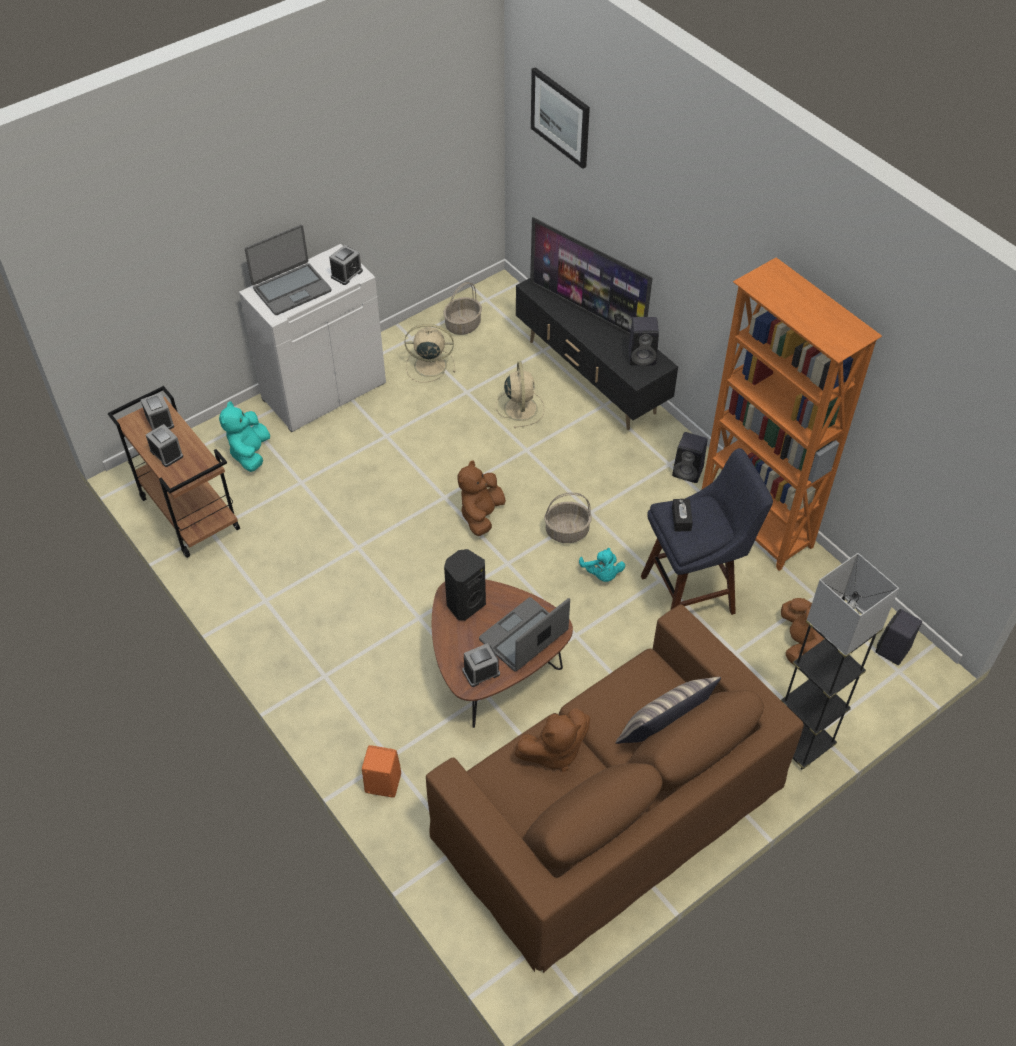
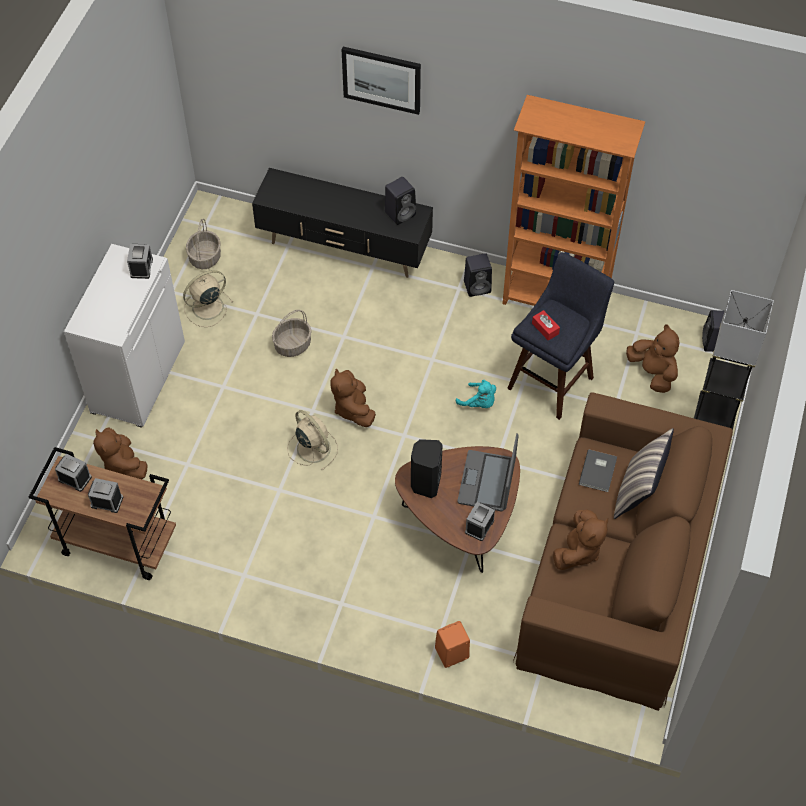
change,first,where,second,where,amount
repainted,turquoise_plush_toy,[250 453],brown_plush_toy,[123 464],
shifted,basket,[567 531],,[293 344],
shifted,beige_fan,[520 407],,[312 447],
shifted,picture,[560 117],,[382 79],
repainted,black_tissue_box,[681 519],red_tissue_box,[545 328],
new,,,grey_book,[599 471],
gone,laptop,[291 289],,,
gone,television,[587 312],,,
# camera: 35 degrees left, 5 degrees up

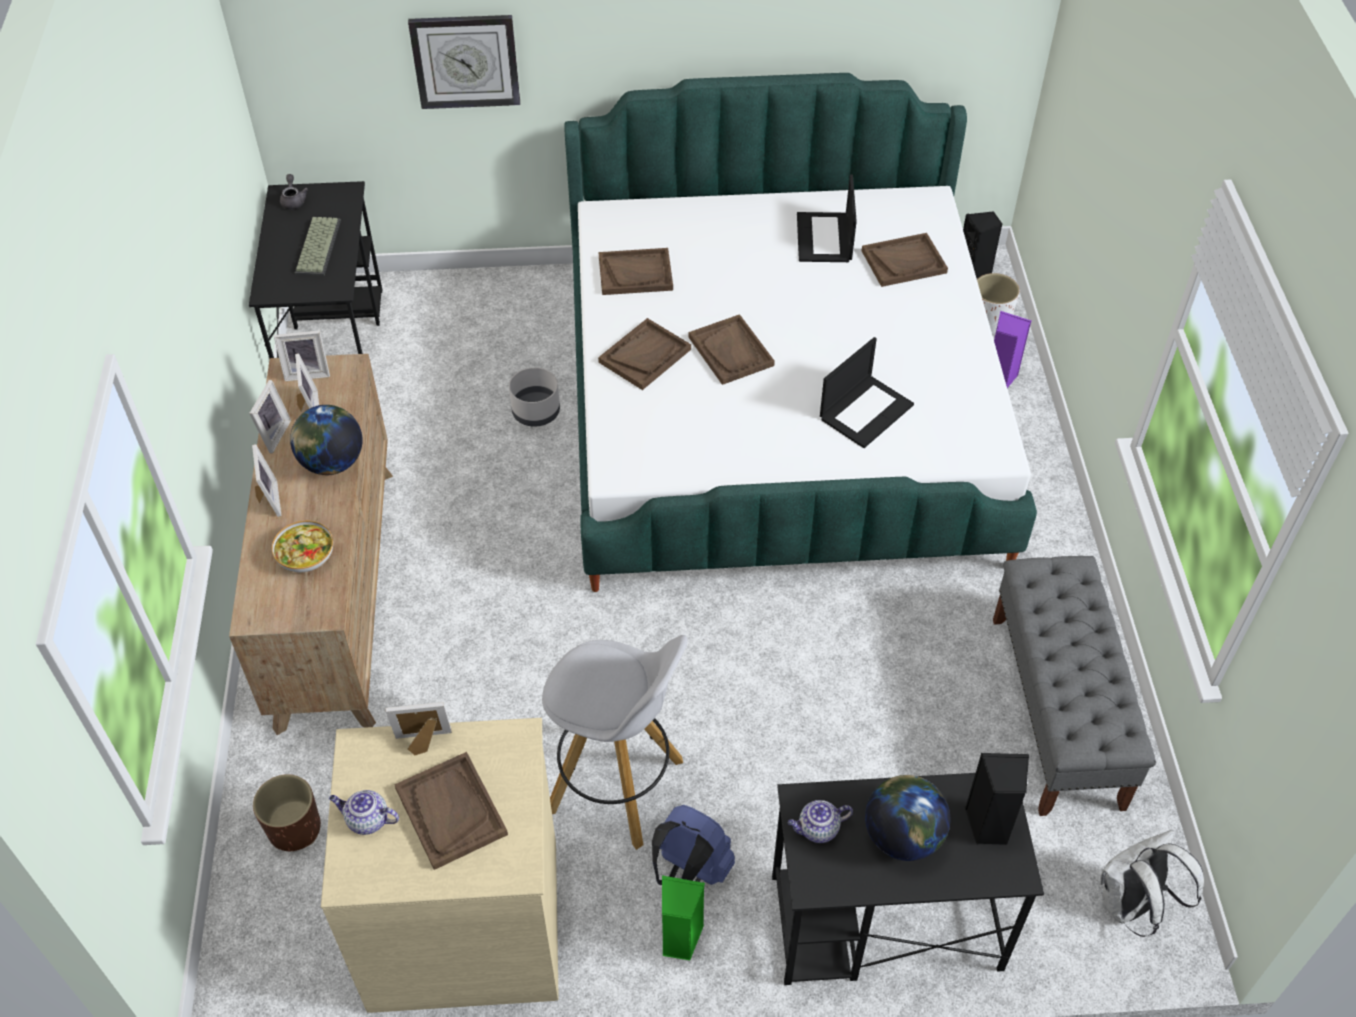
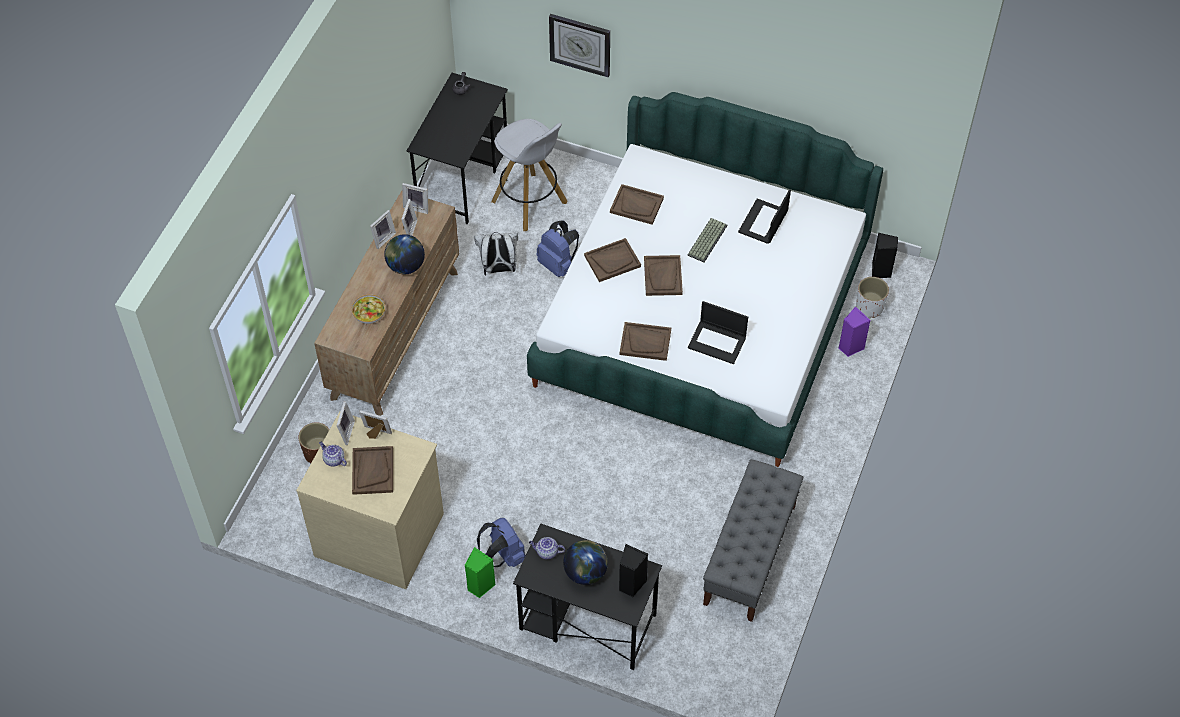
change,first,where,second,where,amount
shifted,picture_frame,[268 500],,[344 432],
shifted,white_backpack,[1131 905],,[498 268],
shifted,white_stool,[618 786],,[530 203],
swapped,grey_planter,[536 411],blue_backpack,[558 264],
shifted,brown_tray,[904 261],,[645 342],
shifted,keyboard,[317 246],,[706 239],
rotated,laptop,[866 411],,[717 342],45 degrees clockwise
# camera: 25 degrees right, 5 degrees up

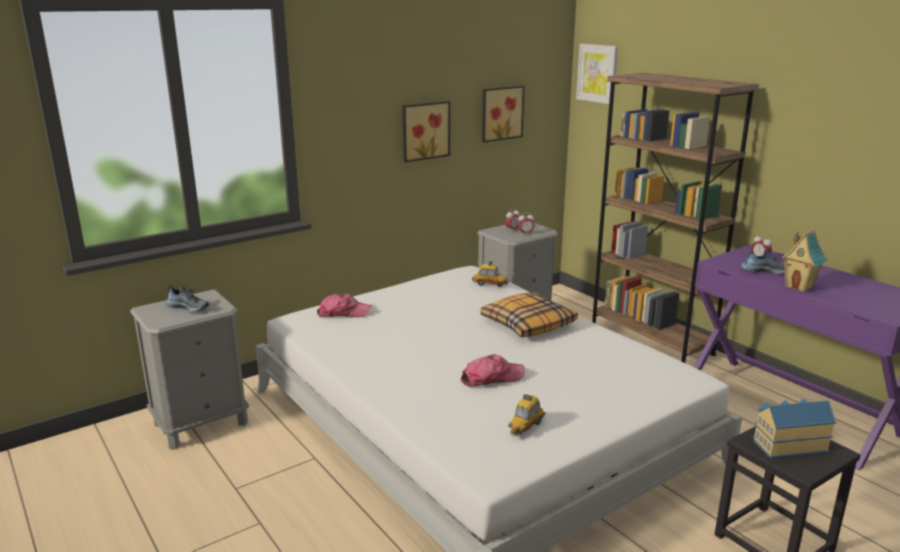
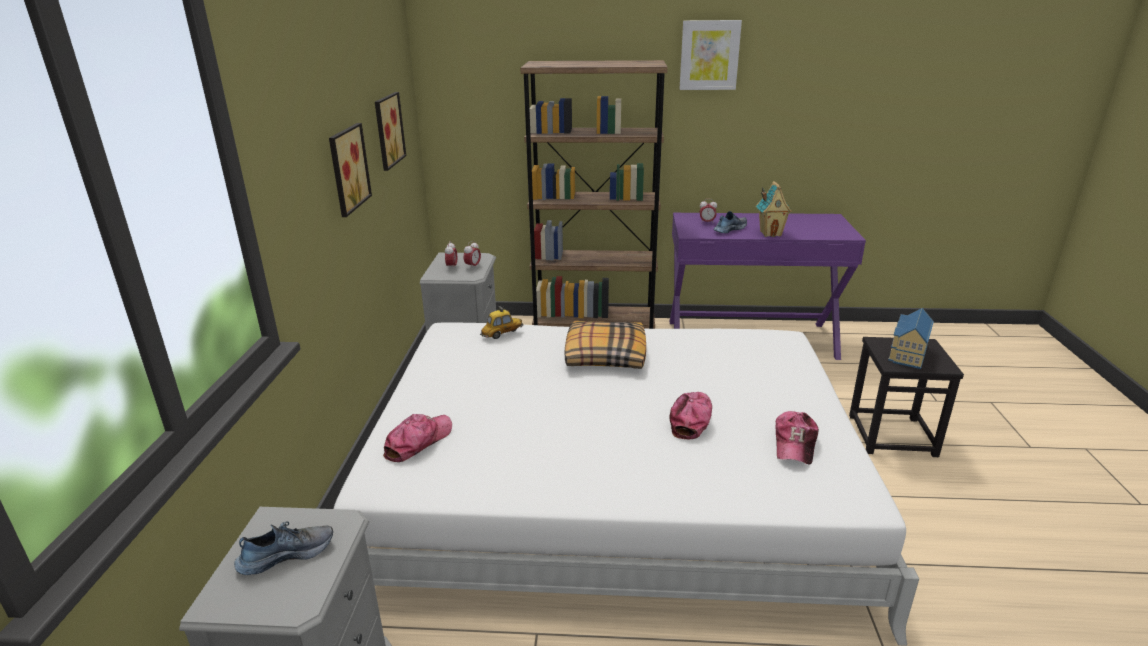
change,first,where,second,where,amount
shifted,picture,[597 73],,[709 55],
swapped,toy_car,[526 427],cap,[795 444],
# camera: 50 degrees left, 5 degrees up

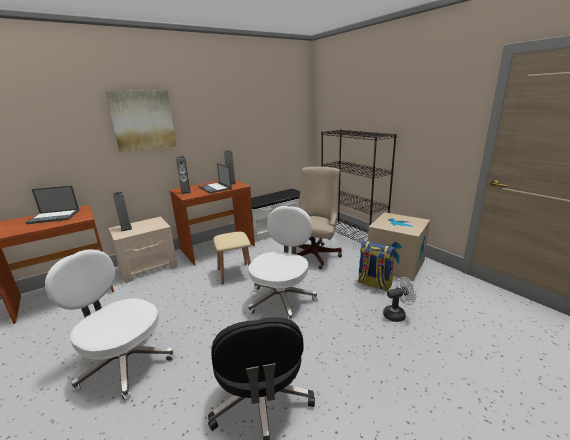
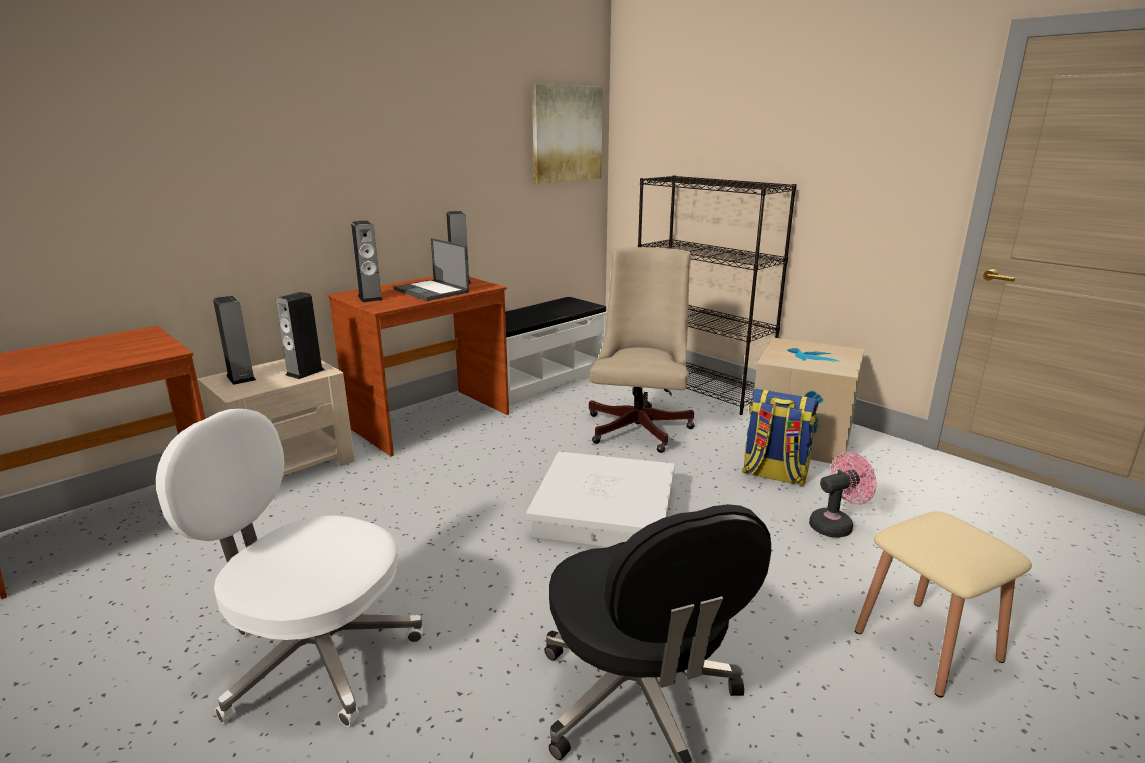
change,first,where,second,where,amount
new,,,speaker,[305 372],
swapped,white_office_chair,[282 299],white_storage_box,[605 511],
shifted,picture,[143 120],,[566 134],
repainted,white_fan,[397 314],pink_fan,[835 525],
shifted,beige_stool,[235 273],,[927 645],
gone,laptop,[55 216],,,
# camera: 10 degrees left, 0 degrees up

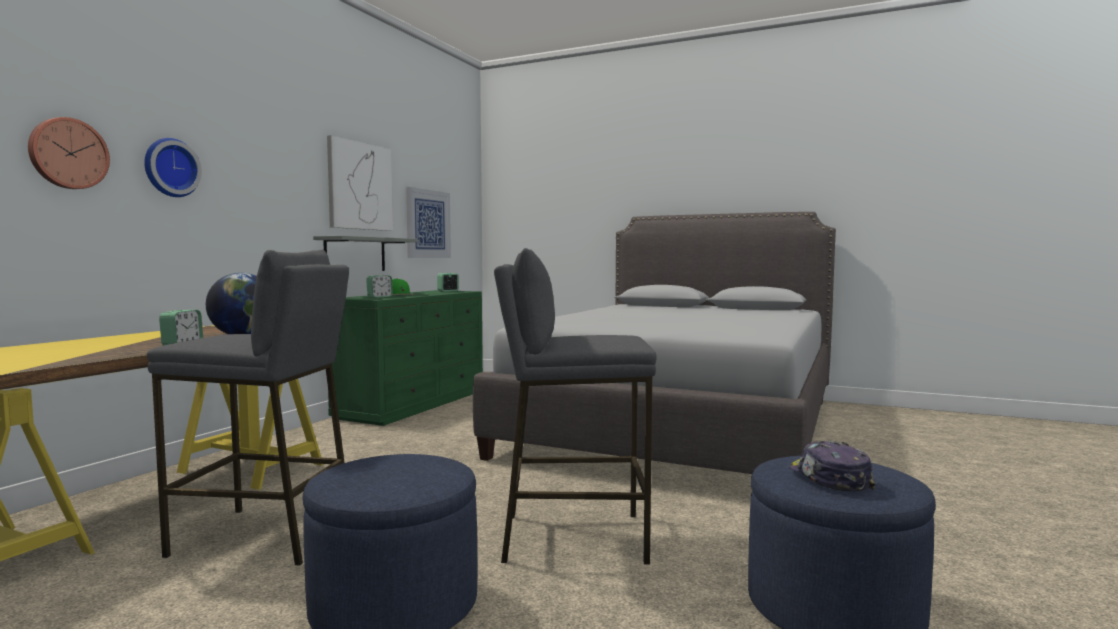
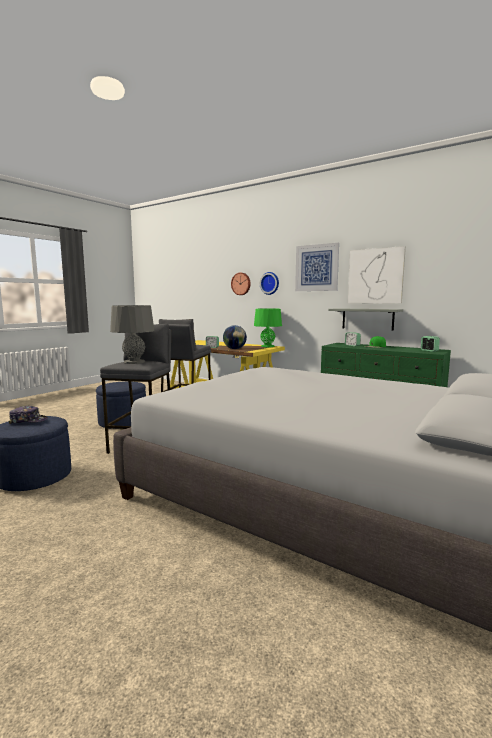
change,first,where,second,where,amount
new,,,grey_table_lamp,[134 362],
new,,,green_table_lamp,[267 346],
shifted,picture,[428 224],,[316 268],
# camera: 100 degrees right, 5 degrees up

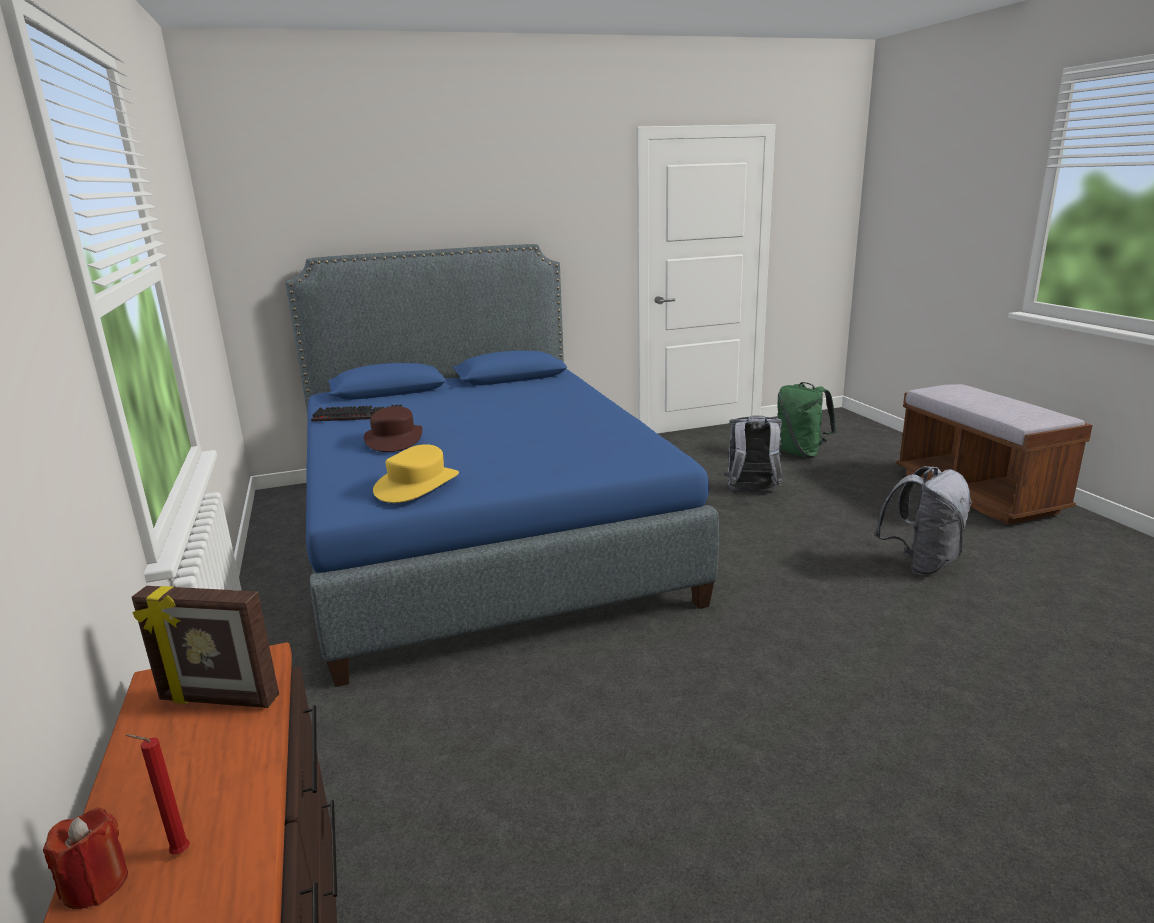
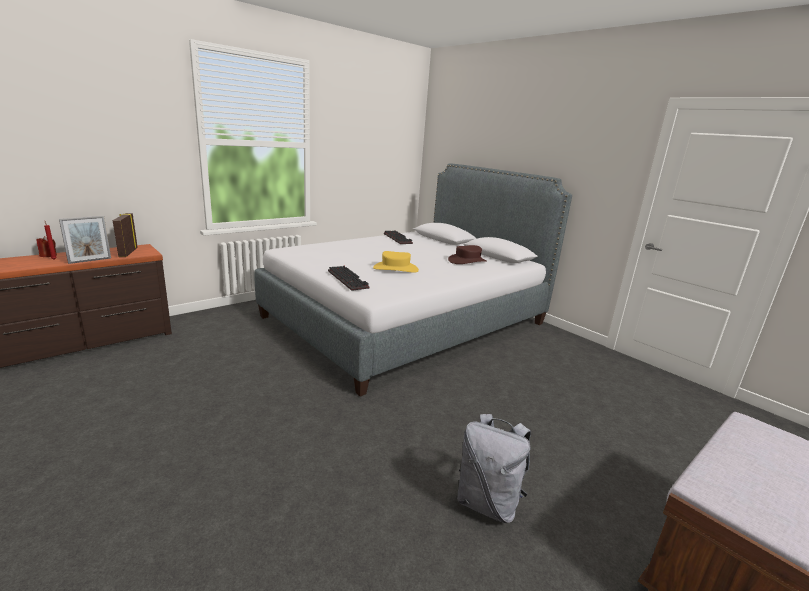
change,first,where,second,where,amount
new,,,picture_frame,[90 260],
repainted,blue_bed,[480 533],grey_bed,[407 320],
new,,,keyboard,[349 279],
shifted,yellow_hat,[417 485],,[395 269],
shifted,brown_hat,[394 439],,[467 261],
gone,grey_backpack,[752 493],,,
gone,green_backpack,[801 453],,,
# camera: 65 degrees right, 0 degrees up

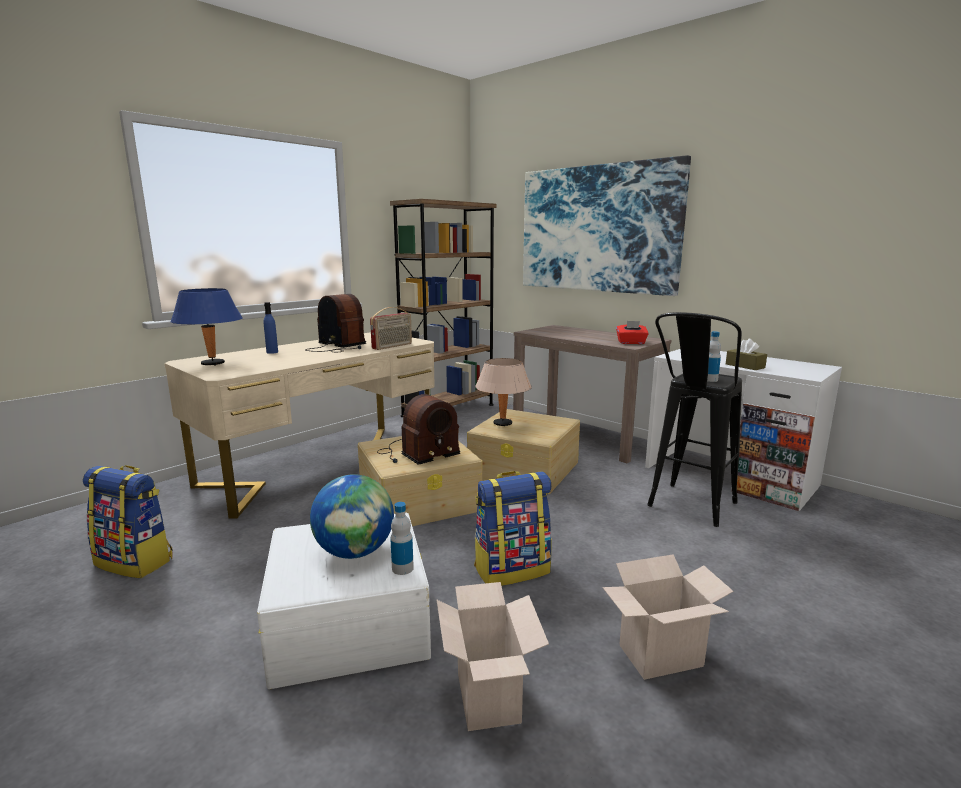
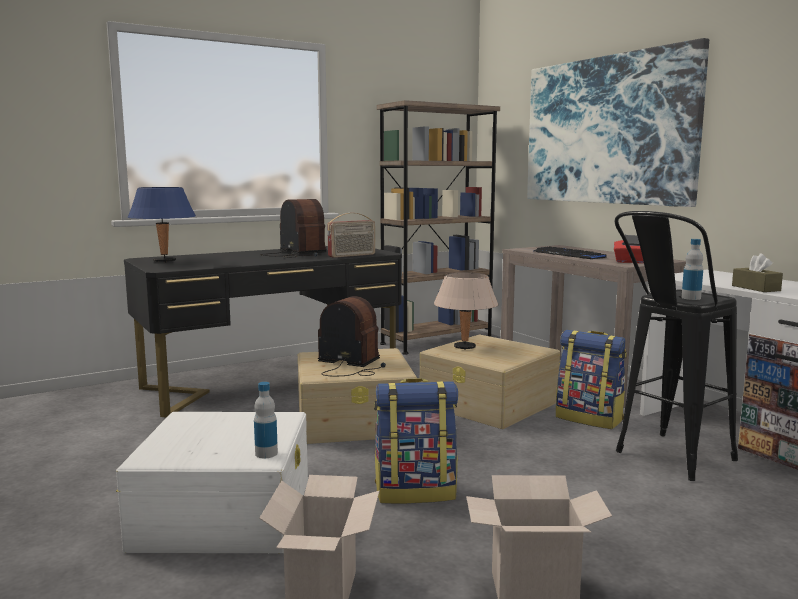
change,first,where,second,where,amount
repainted,beige_desk,[321 466],black_desk,[272 381],
rotated,radio,[417 453],,[351 366],135 degrees counterclockwise
new,,,keyboard,[568 254],
shifted,backpack,[136 561],,[590 418],
gone,blue_bottle,[272 352],,,
gone,globe,[355 552],,,
# camera: 15 degrees right, 5 degrees down

